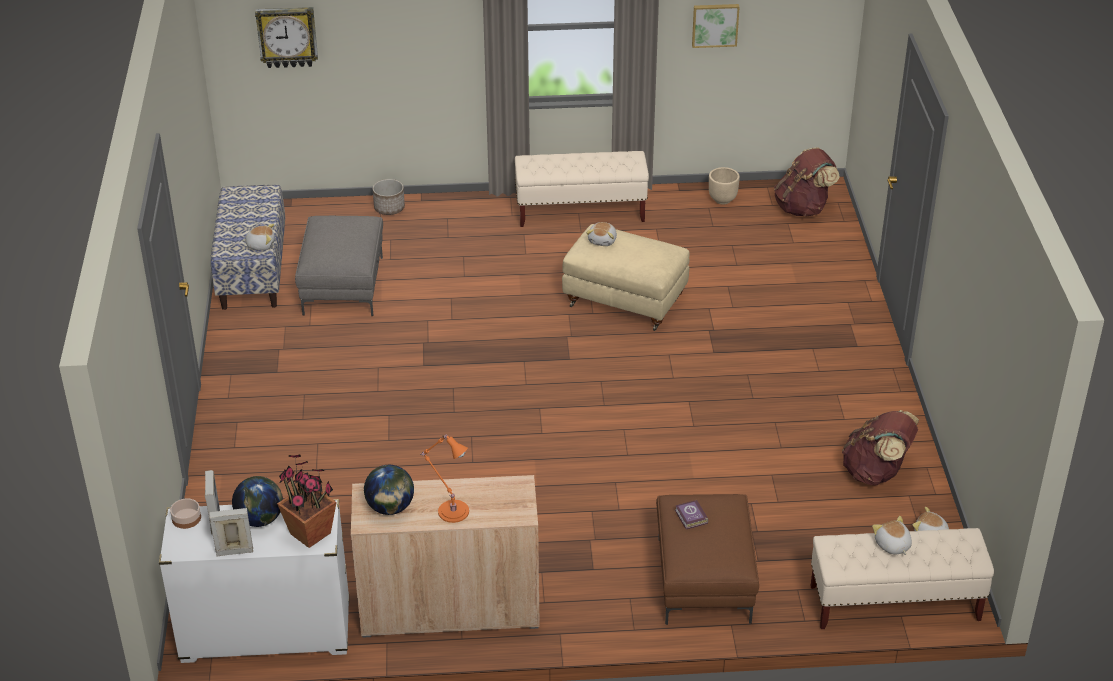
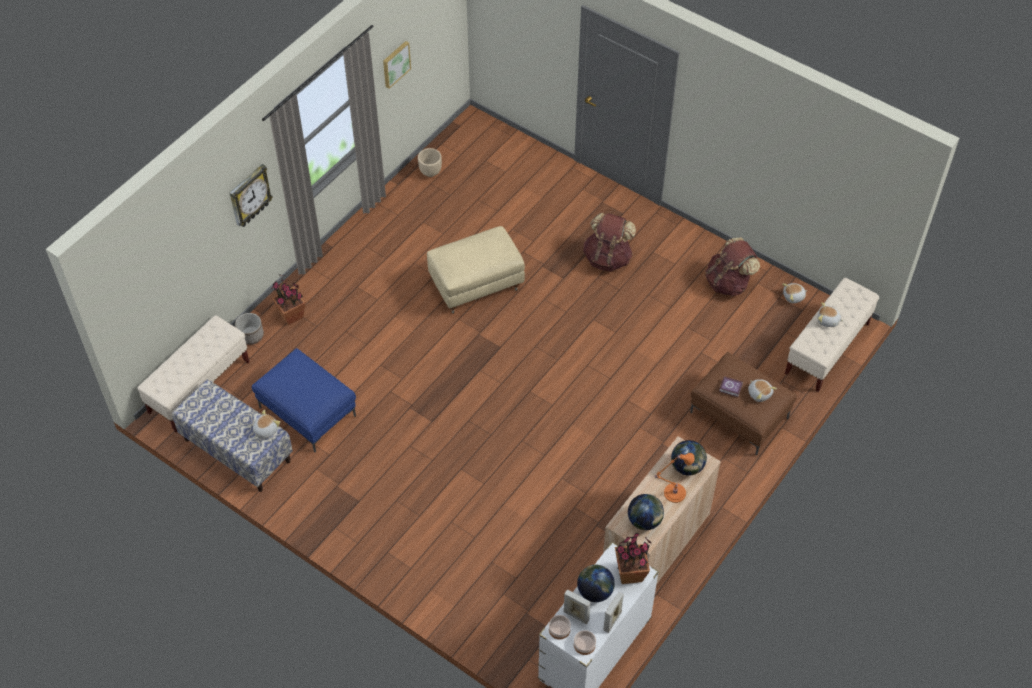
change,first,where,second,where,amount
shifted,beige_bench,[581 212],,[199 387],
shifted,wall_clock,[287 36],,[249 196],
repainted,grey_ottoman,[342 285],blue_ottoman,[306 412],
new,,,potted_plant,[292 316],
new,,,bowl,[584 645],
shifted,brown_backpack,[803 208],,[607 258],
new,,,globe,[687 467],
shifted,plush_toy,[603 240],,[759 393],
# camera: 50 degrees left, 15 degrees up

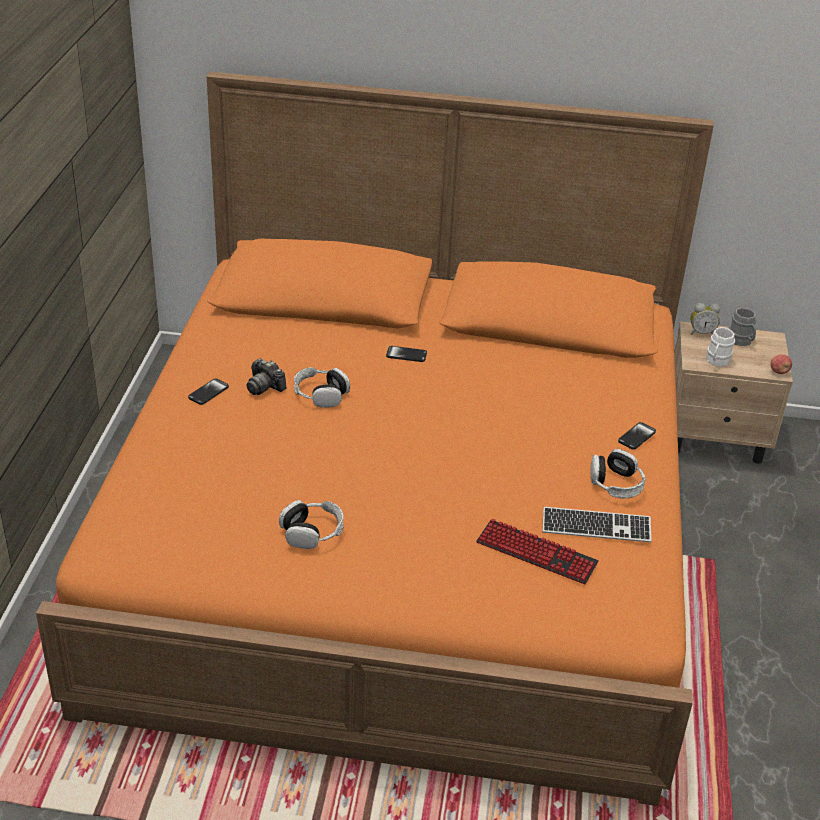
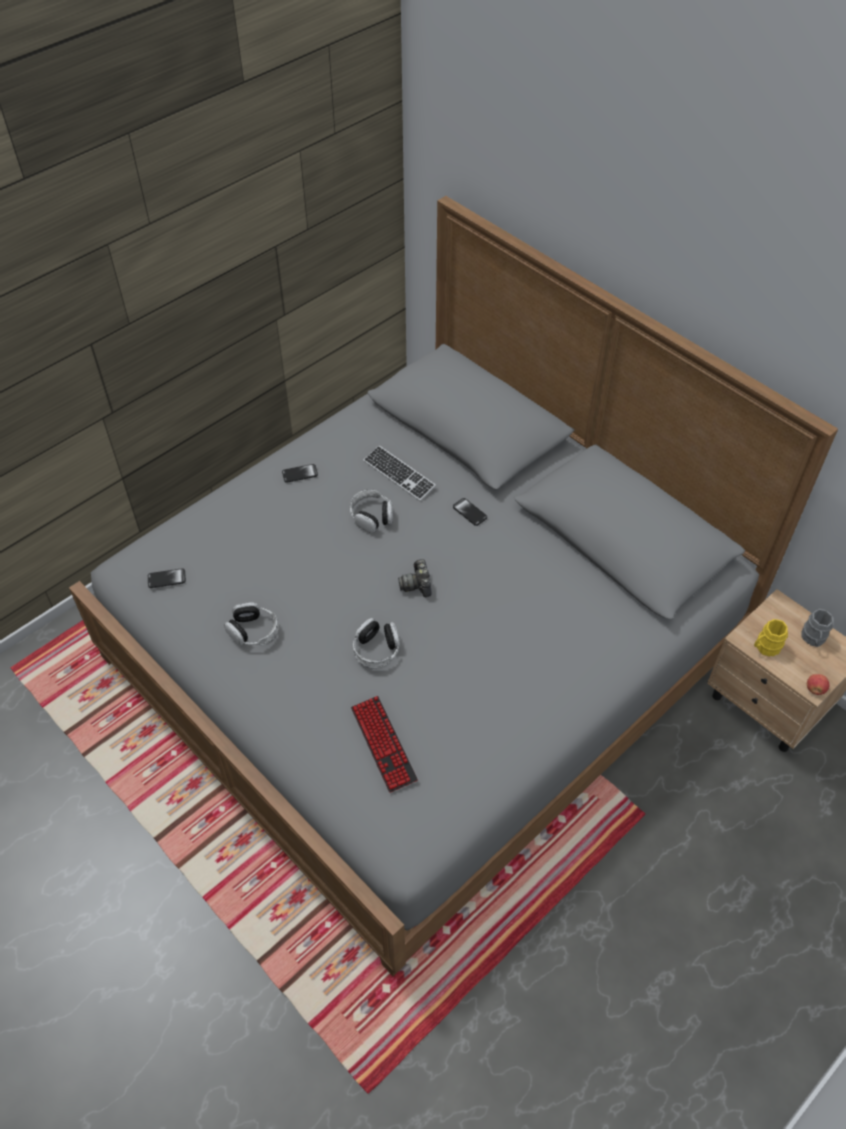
change,first,where,second,where,amount
repainted,orange_bed,[403 538],grey_bed,[424 649],
shifted,phone,[636 437],,[166 579],
shifted,headphones,[616 484],,[376 649],
shifted,keyboard,[596 527],,[399 474],
shifted,photo_camera,[264 386],,[417 584],
repainted,white_mug,[716 361],yellow_mug,[765 647],
gone,alarm_clock,[701 333],,,
# camera: 40 degrees right, 15 degrees up

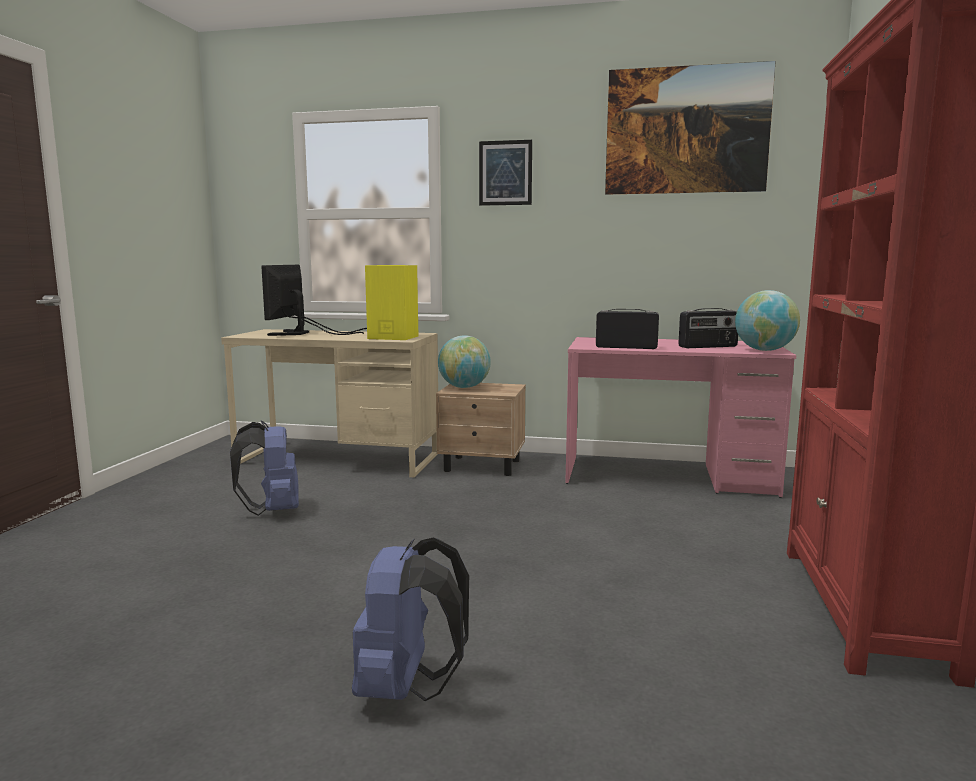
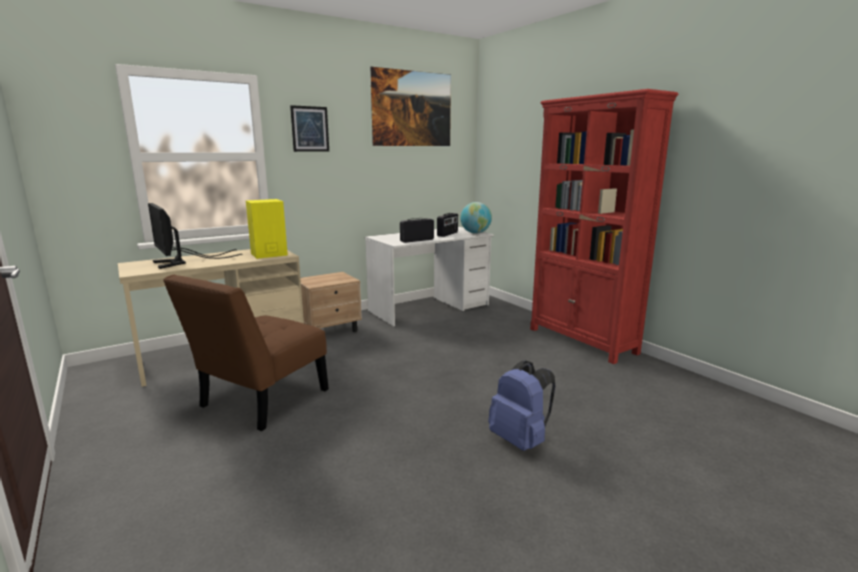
change,first,where,second,where,amount
swapped,blue_backpack,[273 510],brown_chair,[259 401],
repainted,pink_desk,[668 476],white_desk,[429 308],
gone,globe,[464 387],,,
# camera: 45 degrees left, 5 degrees up

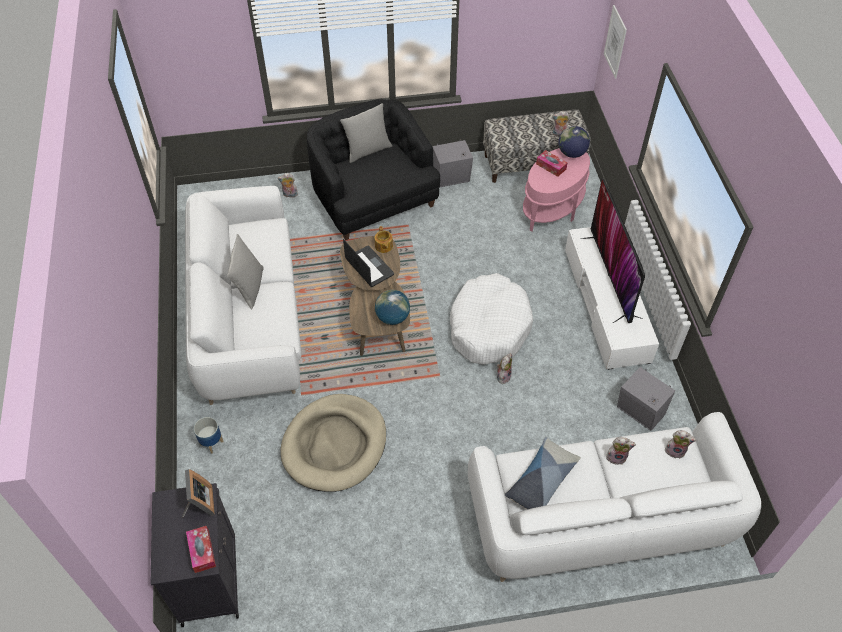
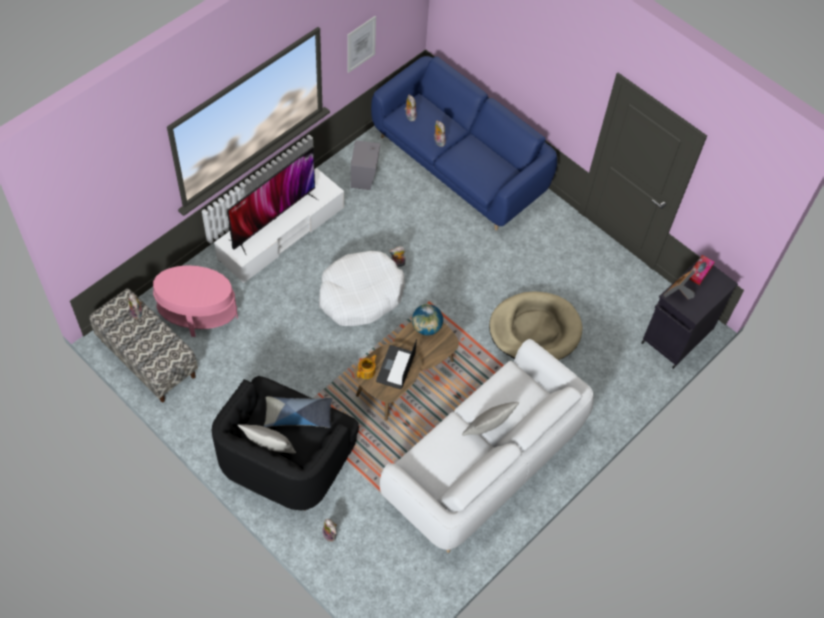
change,first,where,second,where,amount
shifted,pillow,[541 481],,[298 416],
shifted,picture,[615 42],,[361 44],
repainted,white_sofa,[600 518],blue_sofa,[459 165],
gone,planter,[211 443],,,
gone,grey_speaker,[452 179],,,
gone,tissue_box,[551 166],,,
gone,globe,[572 153],,,
# camera: 130 degrees left, 5 degrees up

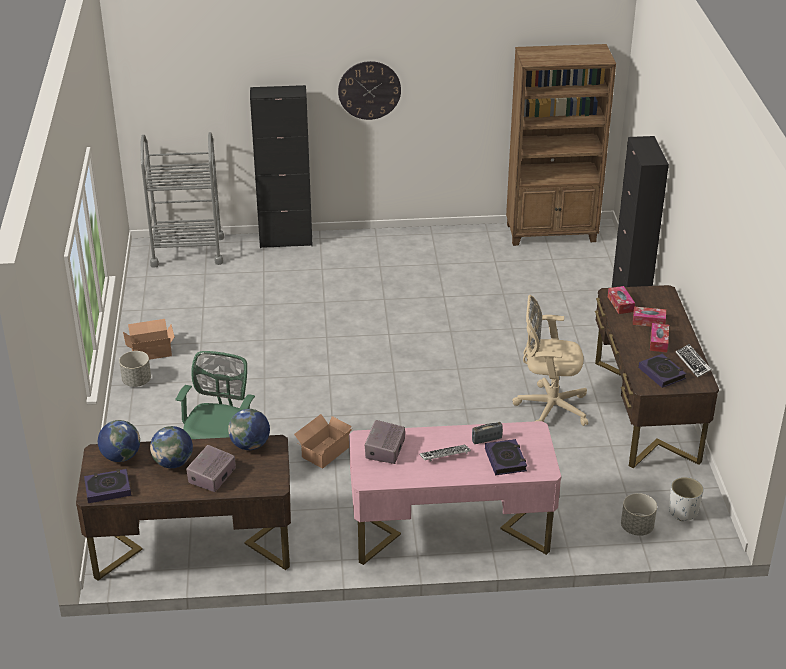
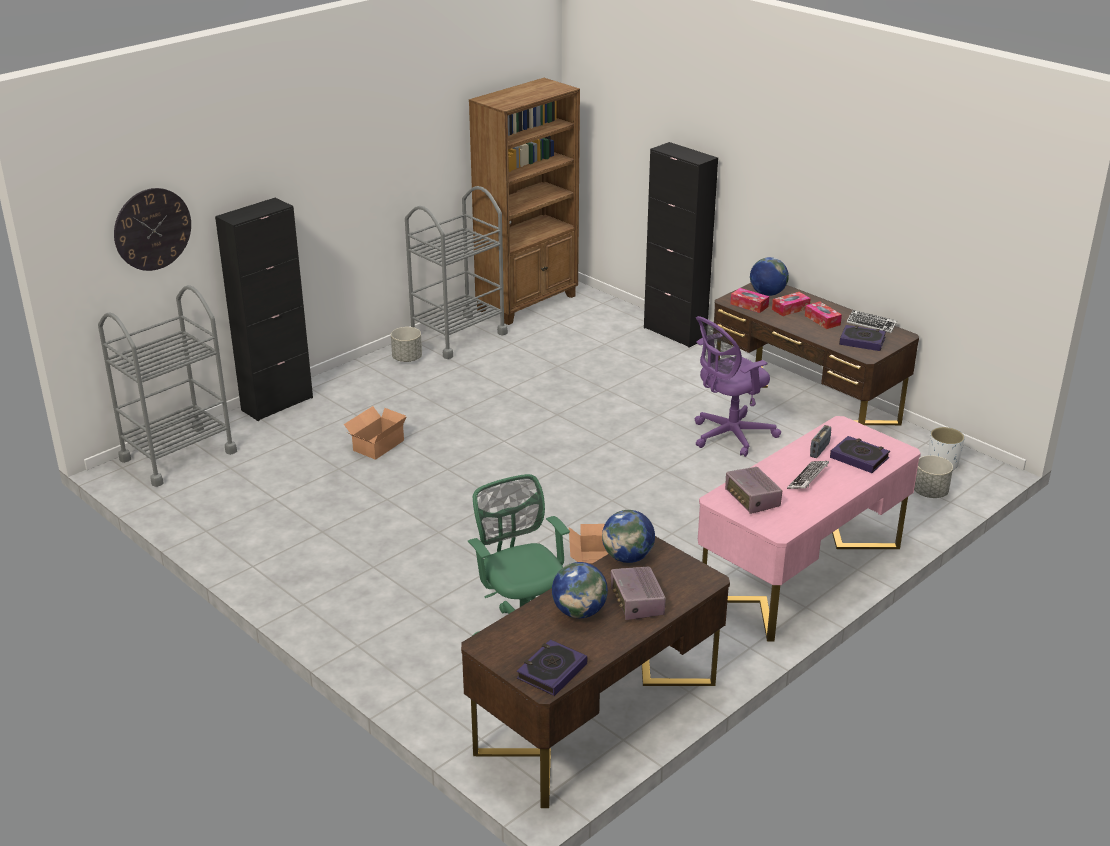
change,first,where,second,where,amount
shifted,wall_clock,[369 90],,[152 229],
shifted,cardboard_box,[150 351],,[376 445],
shifted,grey_planter,[137 381],,[407 358],
new,,,grey_cart,[458 336],
repainted,beige_office_chair,[548 407],purple_office_chair,[729 436],
shifted,globe,[121 456],,[767 293],
# camera: 40 degrees left, 5 degrees down

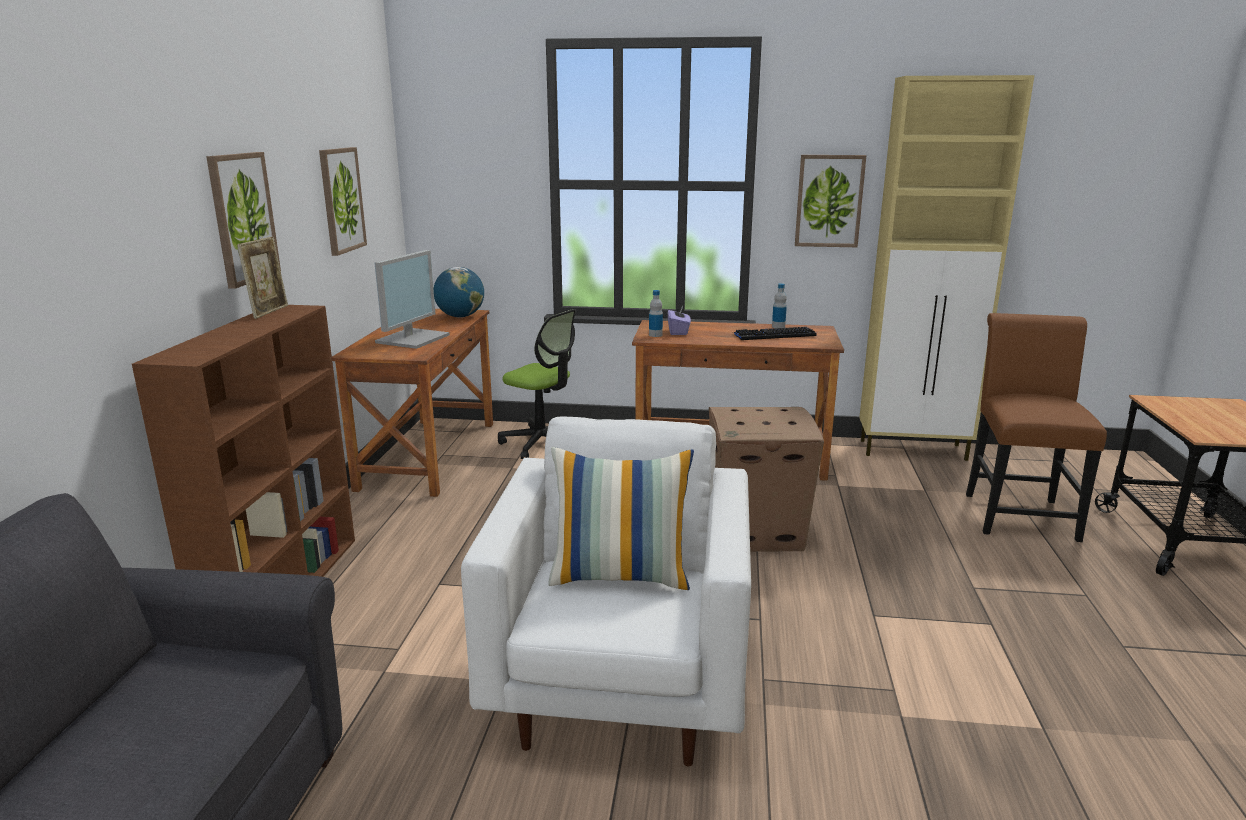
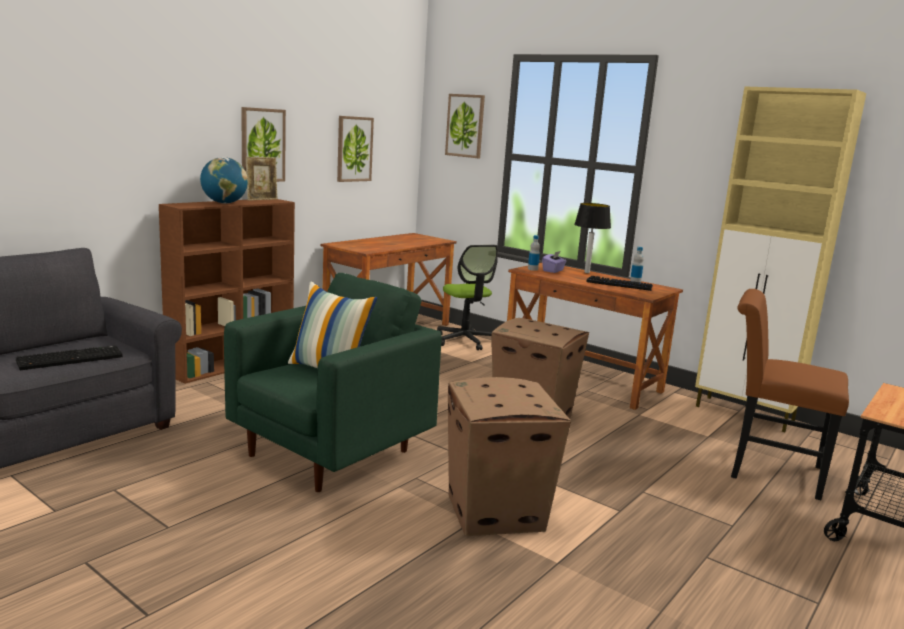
change,first,where,second,where,amount
new,,,keyboard,[71 358],
shifted,globe,[460 316],,[224 203],
repainted,white_armchair,[620 688],green_armchair,[331 453],
shifted,picture,[829 201],,[465 125],
new,,,cardboard_box,[496 513],
new,,,table_lamp,[587 272],
rotated,brown_chair,[1017 512],,[767 470],105 degrees counterclockwise
gone,monitor,[413 338],,,
# camera: 30 degrees right, 5 degrees down

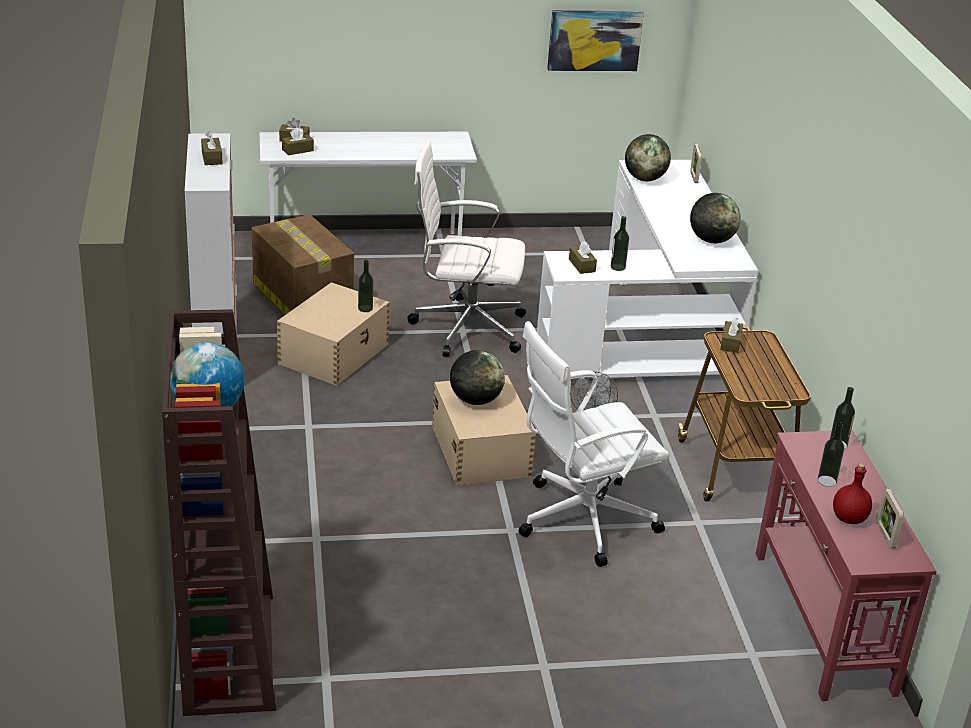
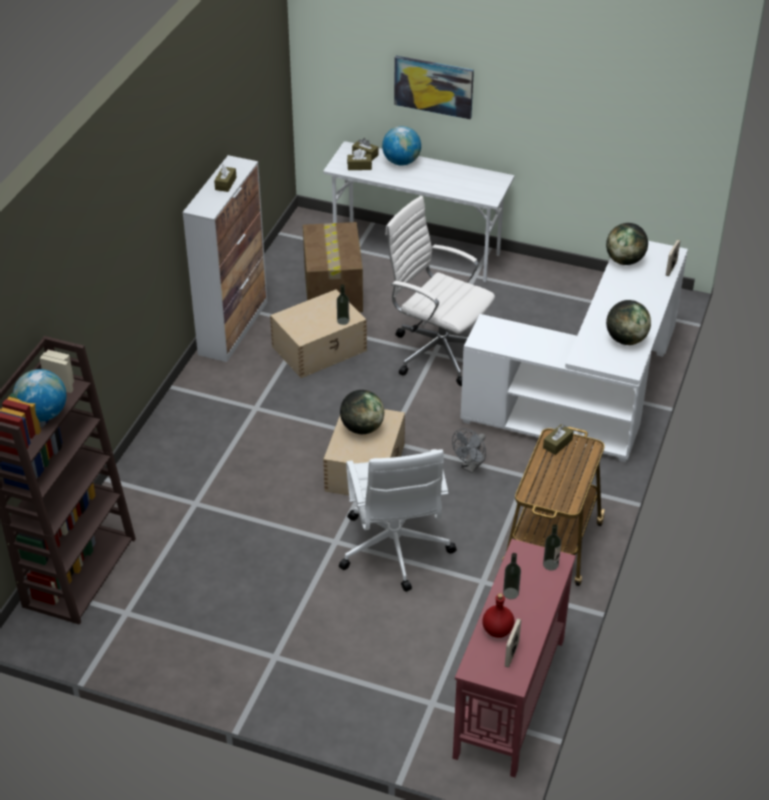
change,first,where,second,where,amount
rotated,white_office_chair,[582 520],,[394 550],105 degrees counterclockwise
new,,,globe,[401 162],
shifted,picture,[594 40],,[433 86],
gone,brown_tissue_box,[582 265],,,
gone,bottle,[618 267],,,
# camera: 30 degrees right, 10 degrees up

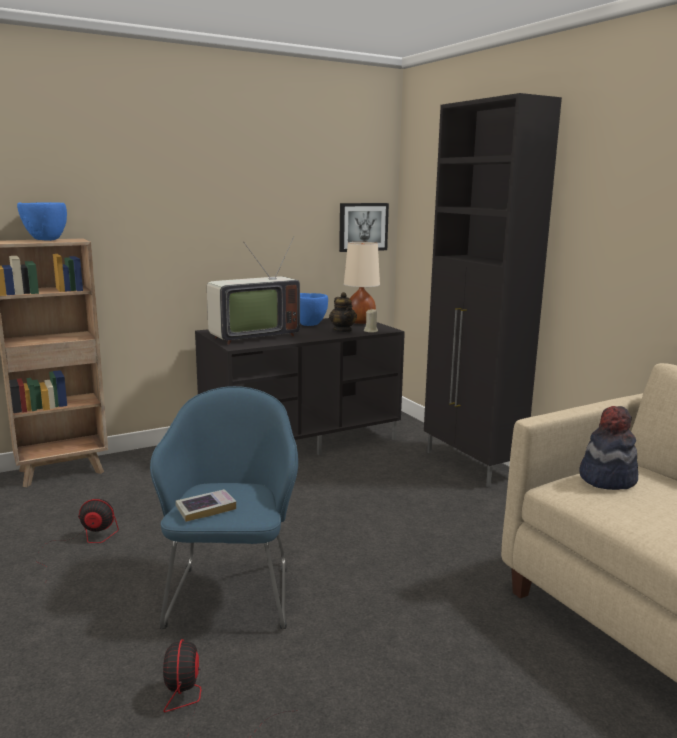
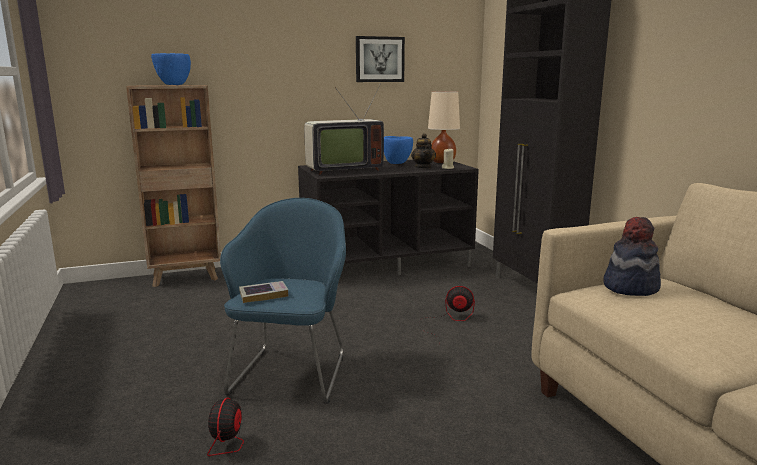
change,first,where,second,where,amount
shifted,picture,[363 227],,[379 59],
shifted,fan,[81 543],,[448 320],
# camera: 10 degrees right, 0 degrees up

